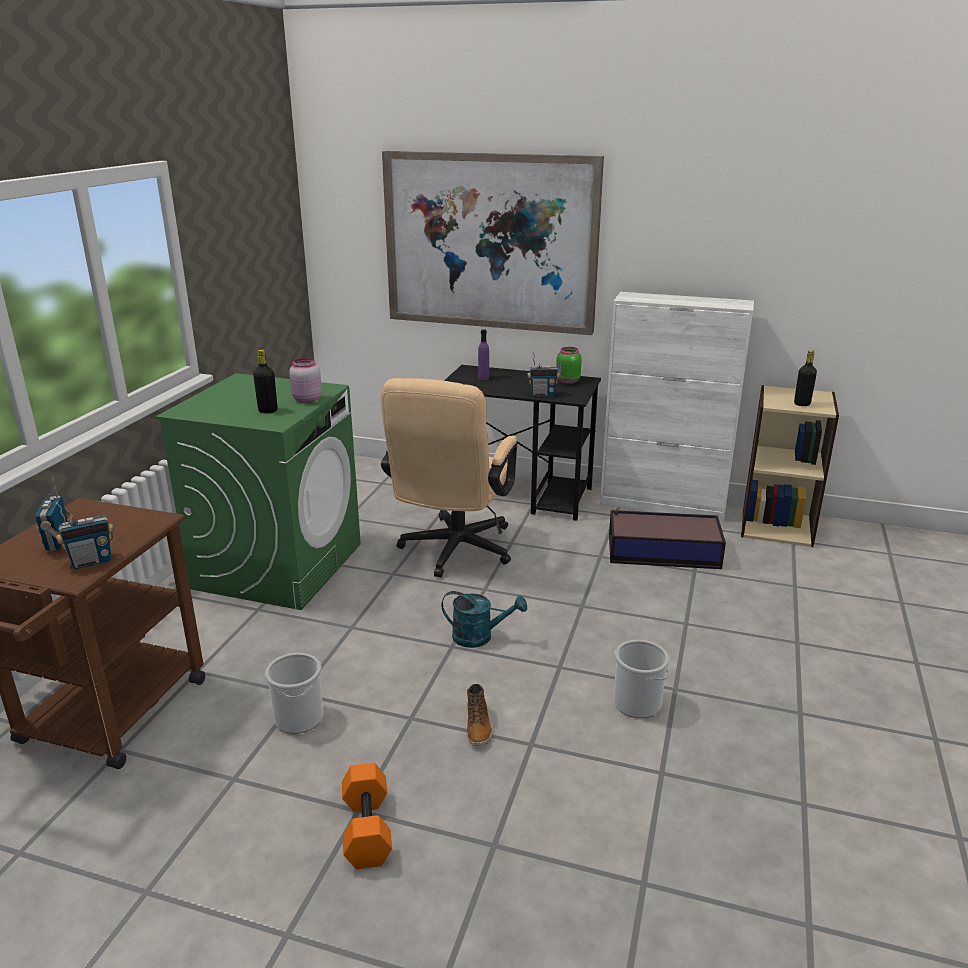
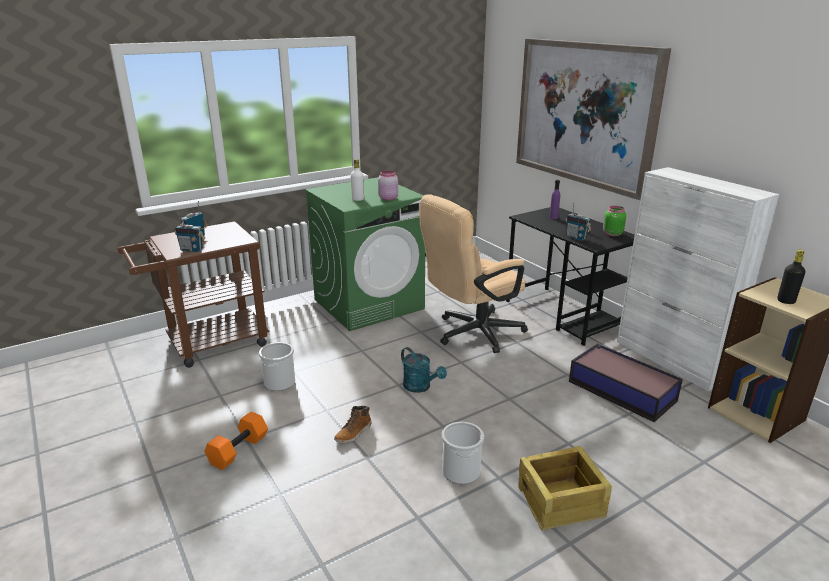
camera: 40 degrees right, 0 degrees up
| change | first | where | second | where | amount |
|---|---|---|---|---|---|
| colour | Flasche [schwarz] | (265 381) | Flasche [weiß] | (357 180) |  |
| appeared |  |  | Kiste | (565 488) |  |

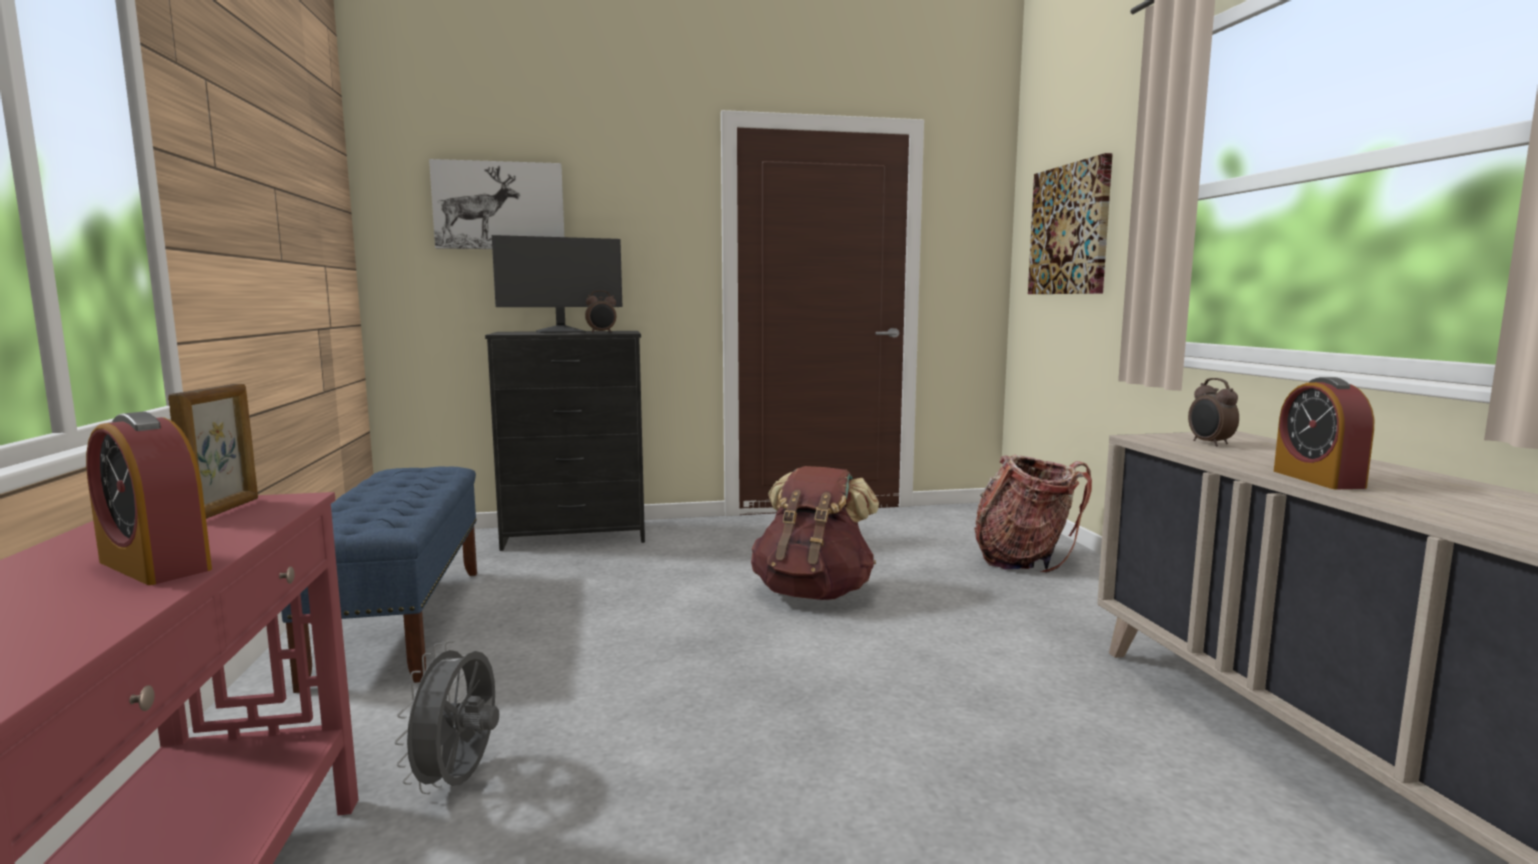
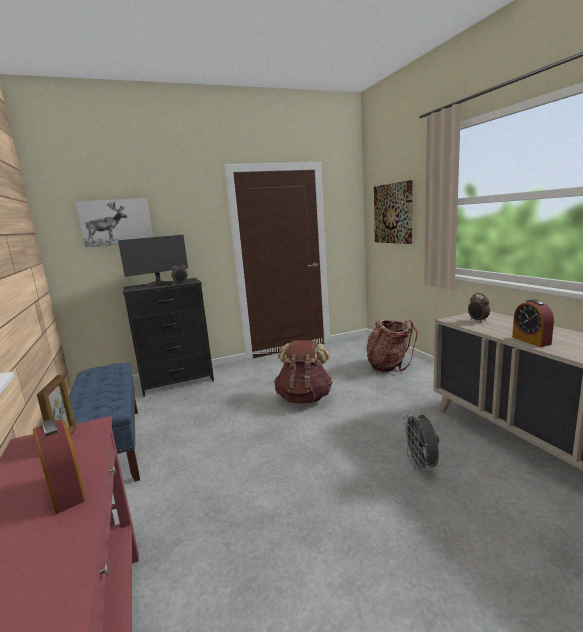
camera: 10 degrees left, 5 degrees up
| change | first | where | second | where | amount |
|---|---|---|---|---|---|
| spun | Wecker | (149 498) |  | (60 466) | 150 degrees counterclockwise |
| relocated | Ventilator [grau] | (446 717) |  | (420 442) |  |

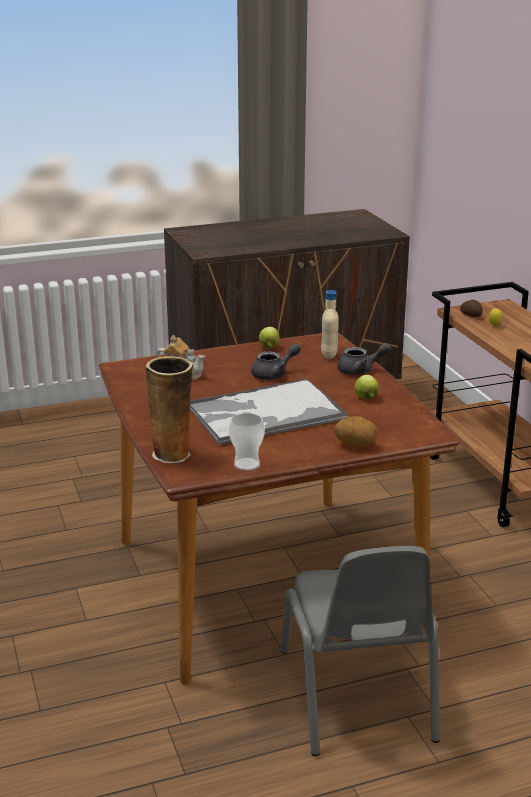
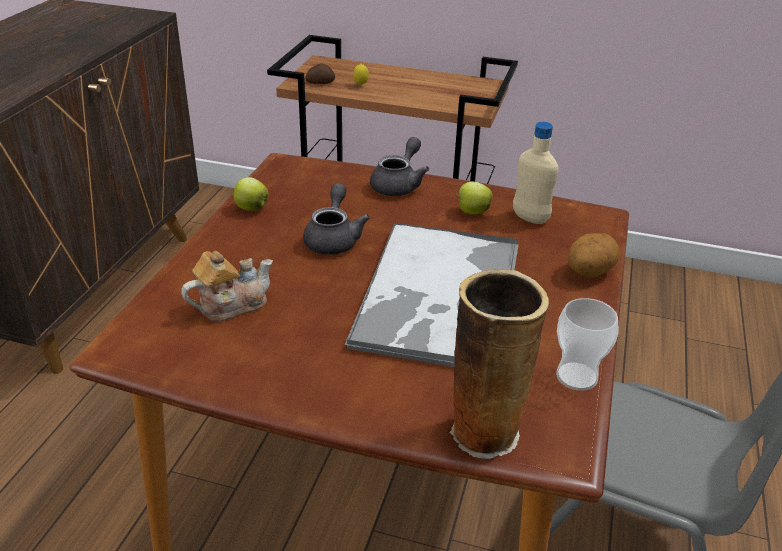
camera: 55 degrees left, 10 degrees up
| change | first | where | second | where | amount |
|---|---|---|---|---|---|
| relocated | Flasche [beige] | (330 324) |  | (536 173) |  |

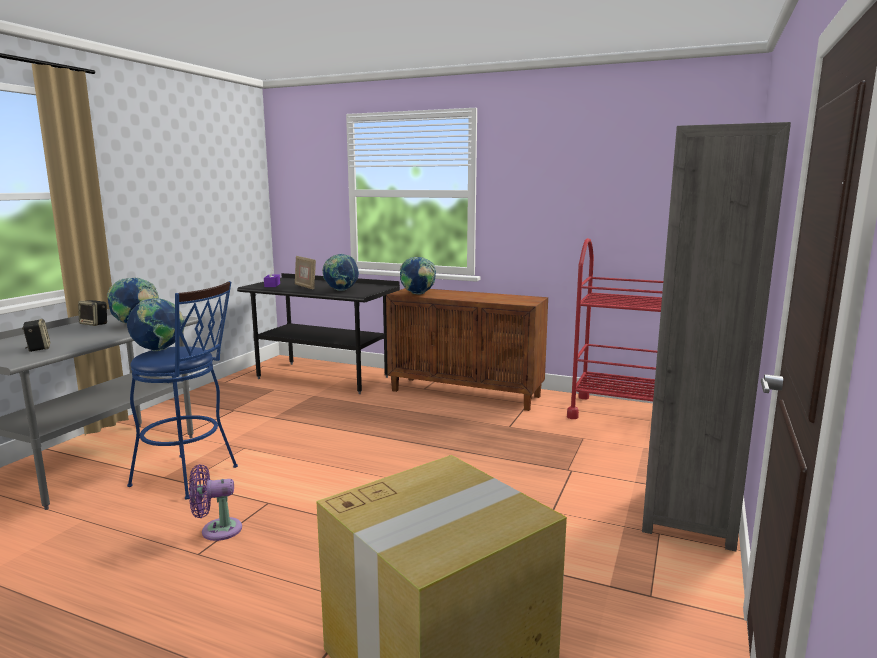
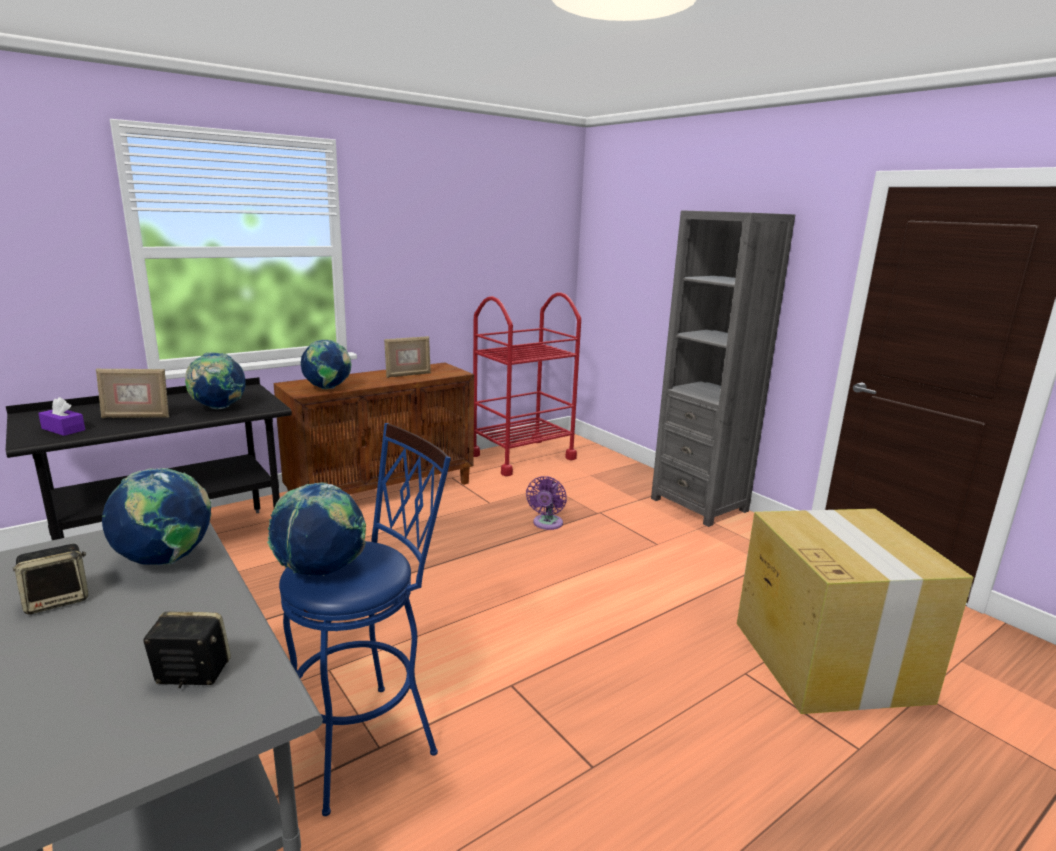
camera: 60 degrees left, 5 degrees up
| change | first | where | second | where | amount |
|---|---|---|---|---|---|
| appeared |  |  | Bilderrahmen | (407 357) |  |
| relocated | Ventilator [lila] | (215 502) |  | (546 503) |  |

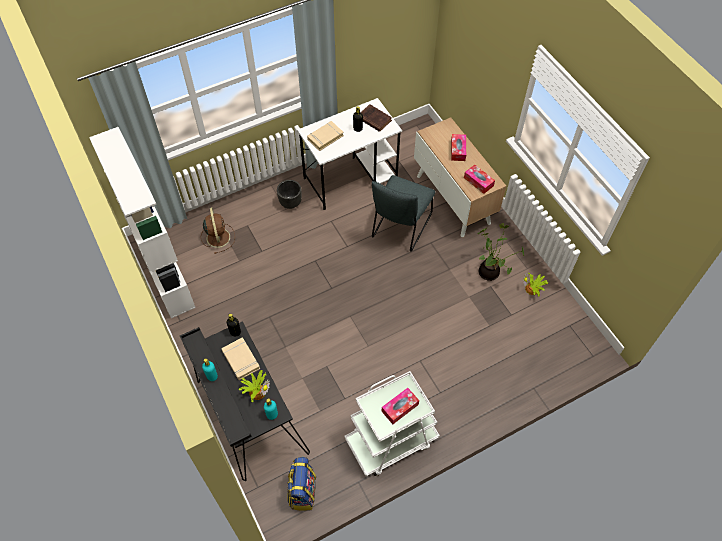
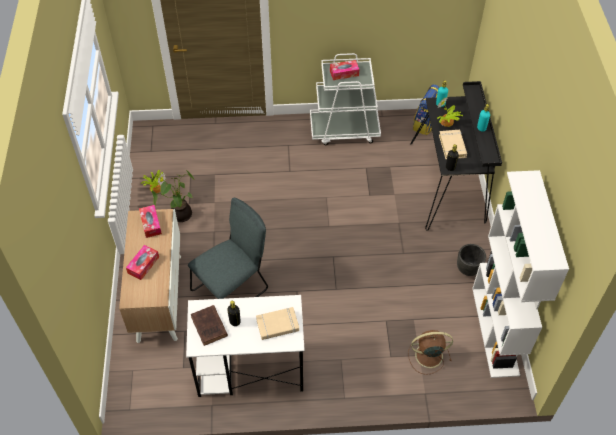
camera: 155 degrees left, 5 degrees down
| change | first | where | second | where | amount |
|---|---|---|---|---|---|
| spun | Ventilator [braun] | (217 230) |  | (430 352) | 75 degrees clockwise |
| relocated | Pflanzkübel [schwarz] | (289 194) |  | (471 260) |  |

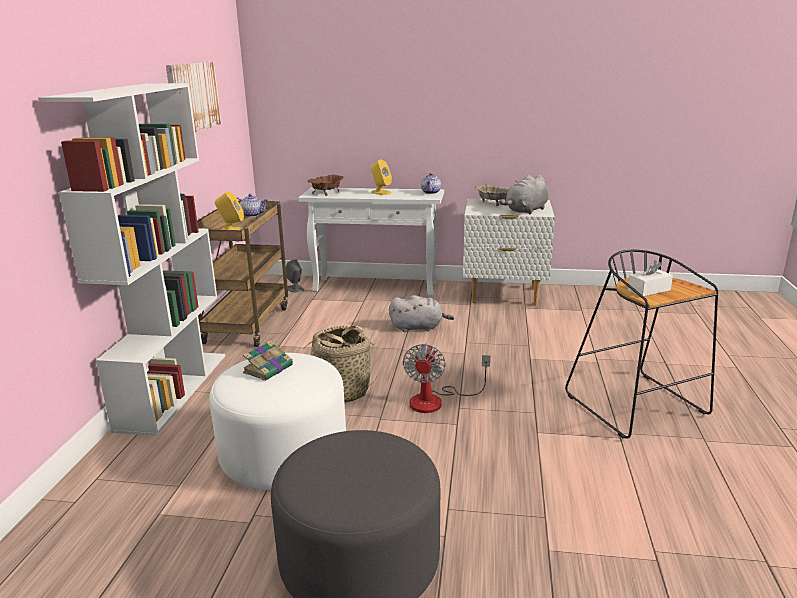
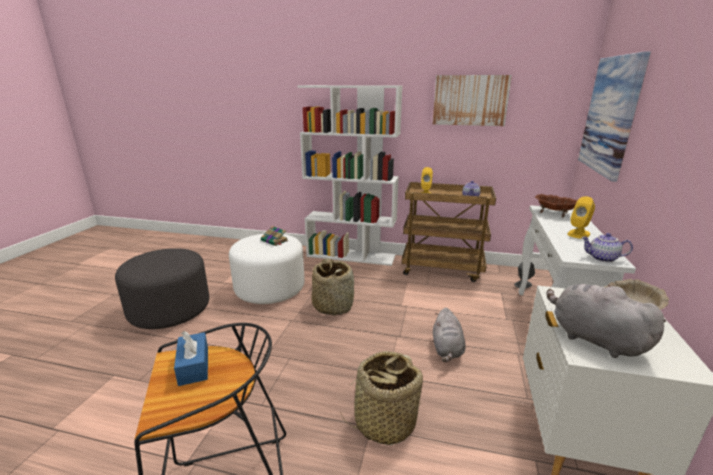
camera: 95 degrees right, 0 degrees up
| change | first | where | second | where | amount |
|---|---|---|---|---|---|
| colour | Taschentuchbox [weiß] | (650 278) | Taschentuchbox [blau] | (191 358) |  |
| appeared |  |  | Korb | (381 398) |  |
| appeared |  |  | Bild | (614 116) |  |
| missing | Ventilator | (446 378) |  |  |  |

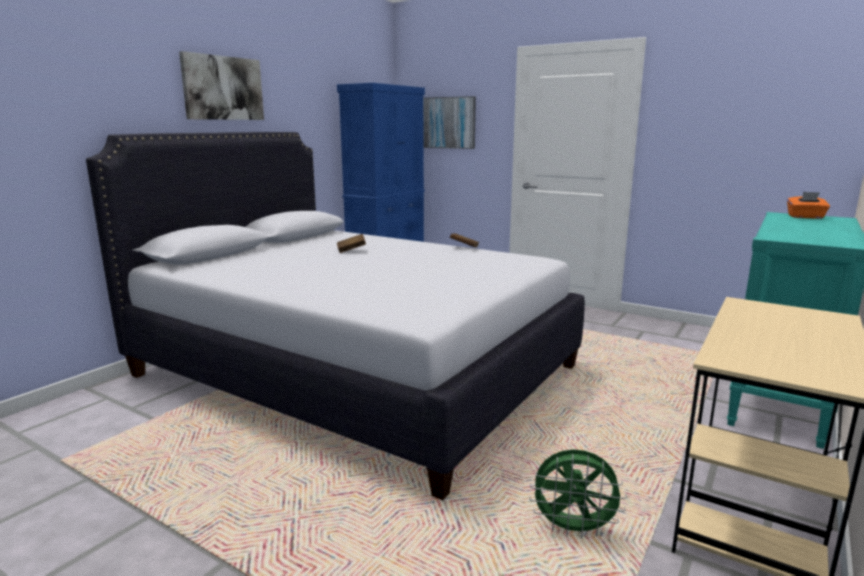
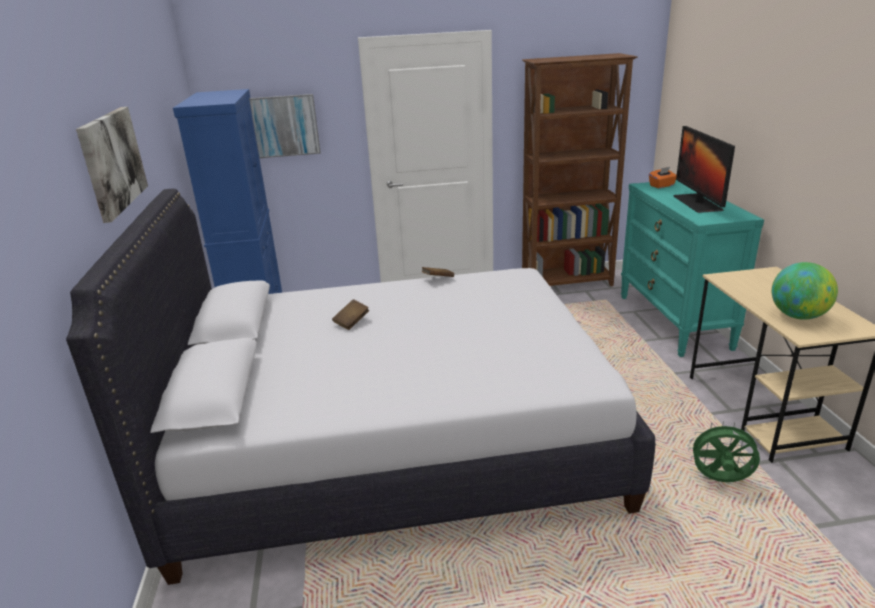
camera: 40 degrees left, 10 degrees up
| change | first | where | second | where | amount |
|---|---|---|---|---|---|
| appeared |  |  | Bücherregal [braun] | (580 169) |  |
| appeared |  |  | Monitor | (704 169) |  |
| spun | Ventilator [grün] | (578 493) |  | (725 451) | 135 degrees counterclockwise |
| appeared |  |  | Globus | (805 291) |  |

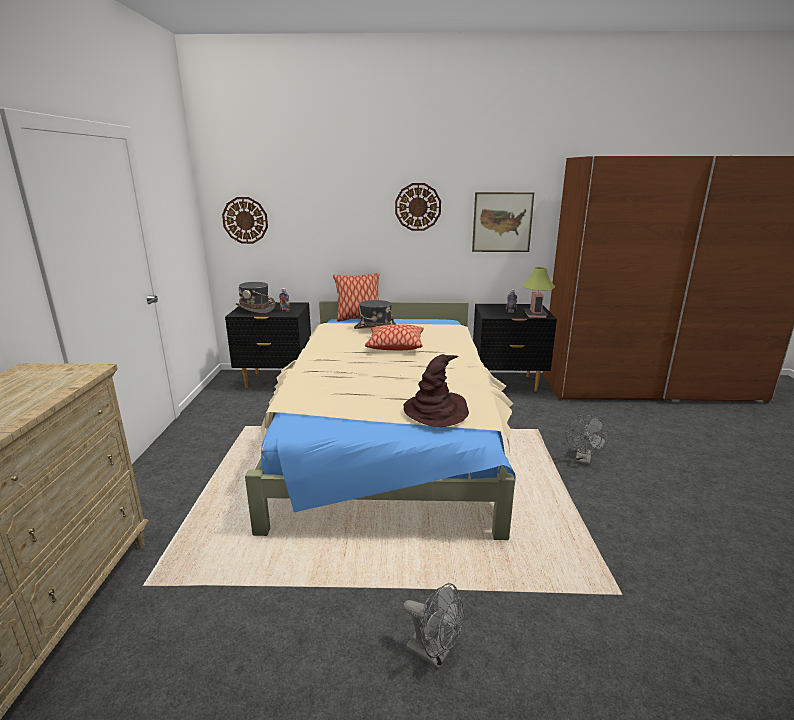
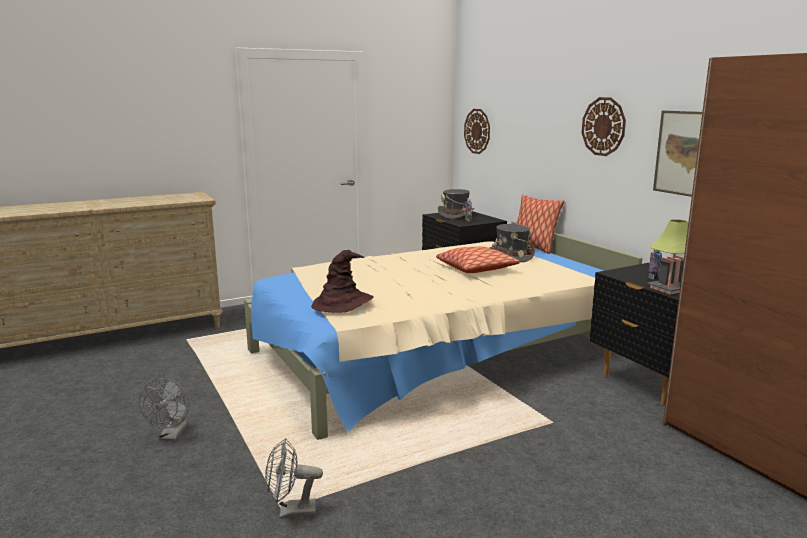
camera: 60 degrees right, 5 degrees down
| change | first | where | second | where | amount |
|---|---|---|---|---|---|
| relocated | Ventilator [grau] | (587 439) |  | (294 478) |  |

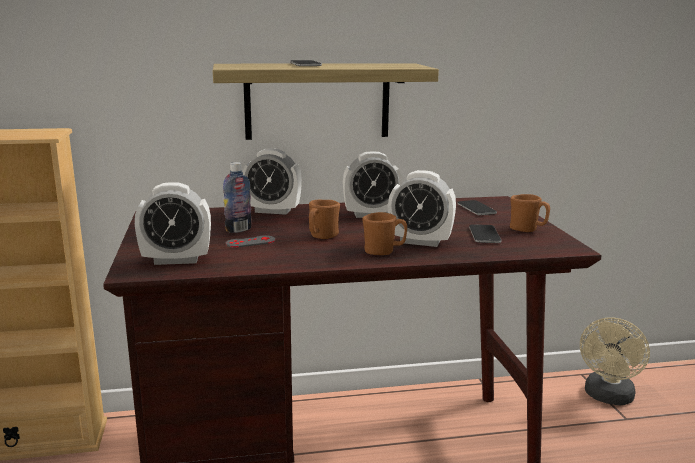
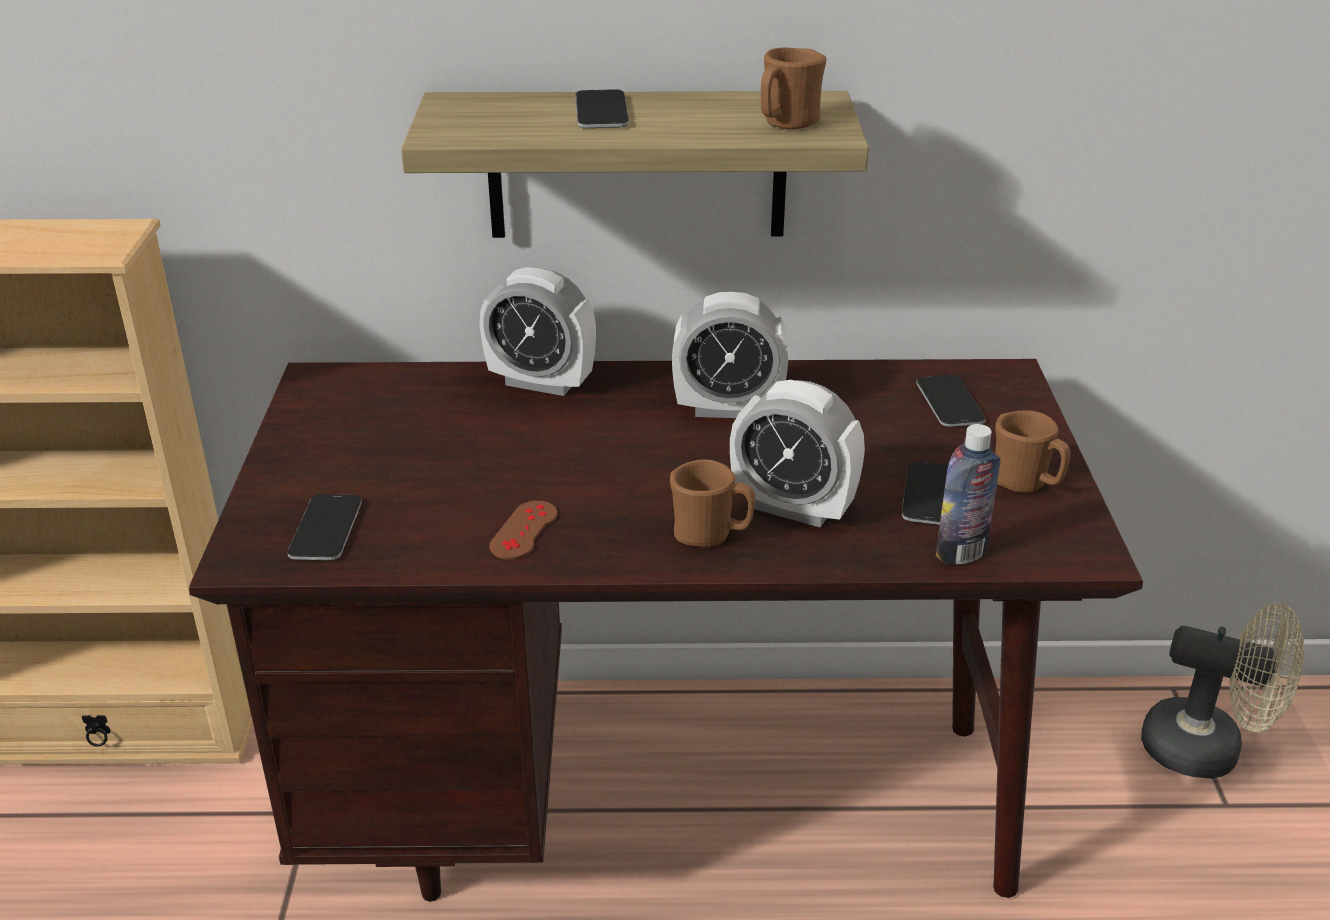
camera: 10 degrees right, 15 degrees up
| change | first | where | second | where | amount |
|---|---|---|---|---|---|
| exchanged | Wecker | (173 223) | Handy | (324 527) |  |
| appeared |  |  | Gamepad [braun] | (523 530) |  |
| relocated | Henkelbecher [braun] | (324 219) |  | (794 88) |  |
| relocated | Flasche | (237 197) |  | (968 494) |  |
| spun | Ventilator [beige] | (615 361) |  | (1222 691) | 105 degrees counterclockwise |
| missing | Gamepad [grau] | (250 241) |  |  |  |

